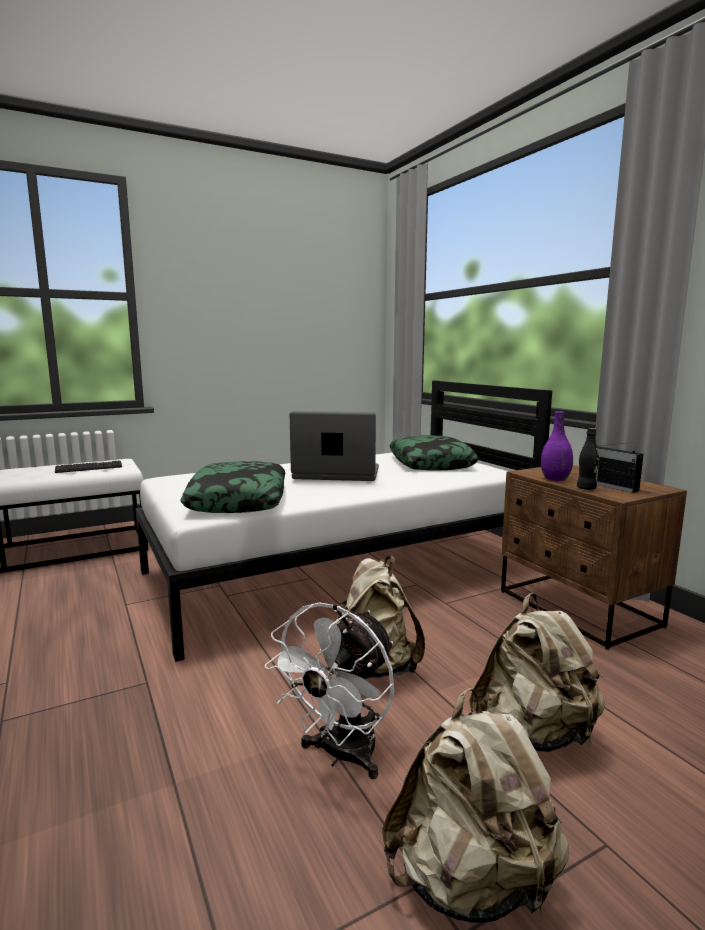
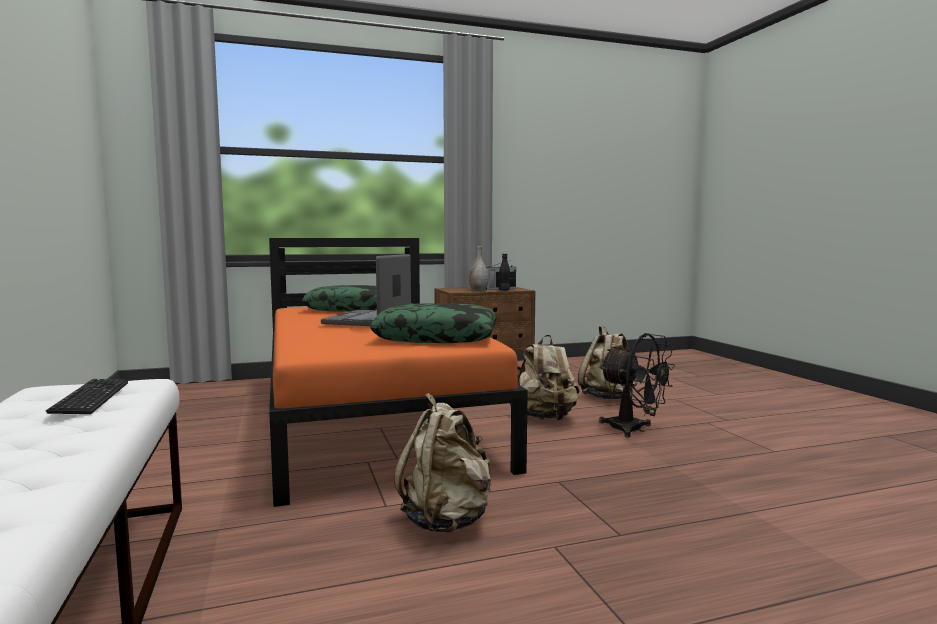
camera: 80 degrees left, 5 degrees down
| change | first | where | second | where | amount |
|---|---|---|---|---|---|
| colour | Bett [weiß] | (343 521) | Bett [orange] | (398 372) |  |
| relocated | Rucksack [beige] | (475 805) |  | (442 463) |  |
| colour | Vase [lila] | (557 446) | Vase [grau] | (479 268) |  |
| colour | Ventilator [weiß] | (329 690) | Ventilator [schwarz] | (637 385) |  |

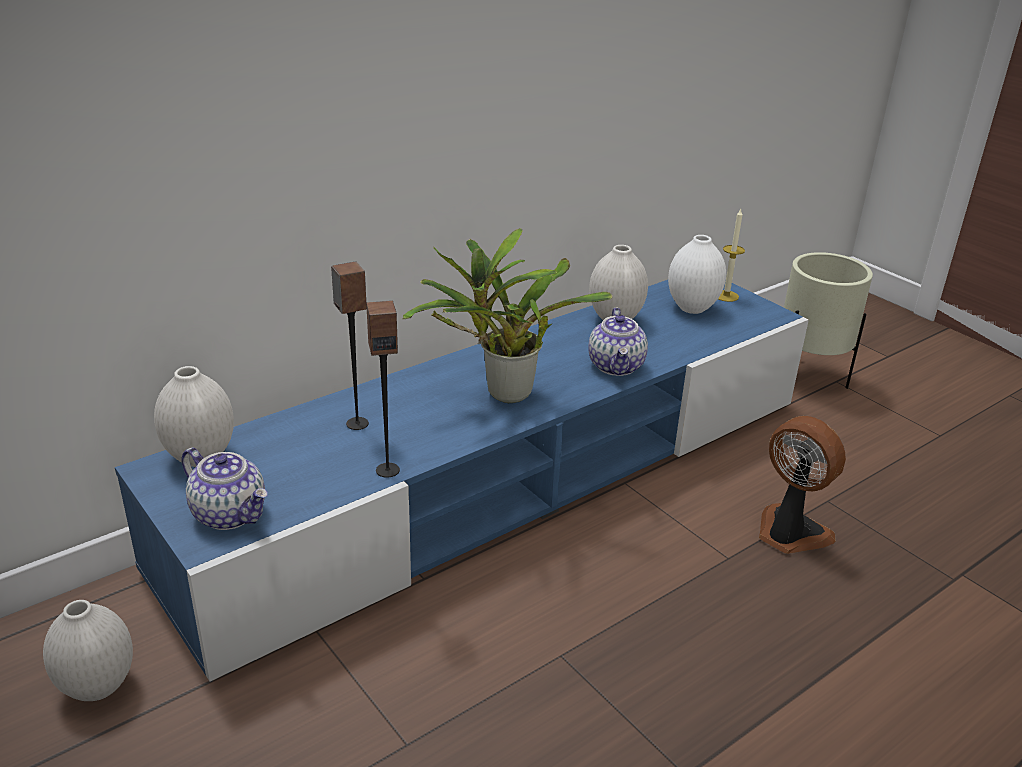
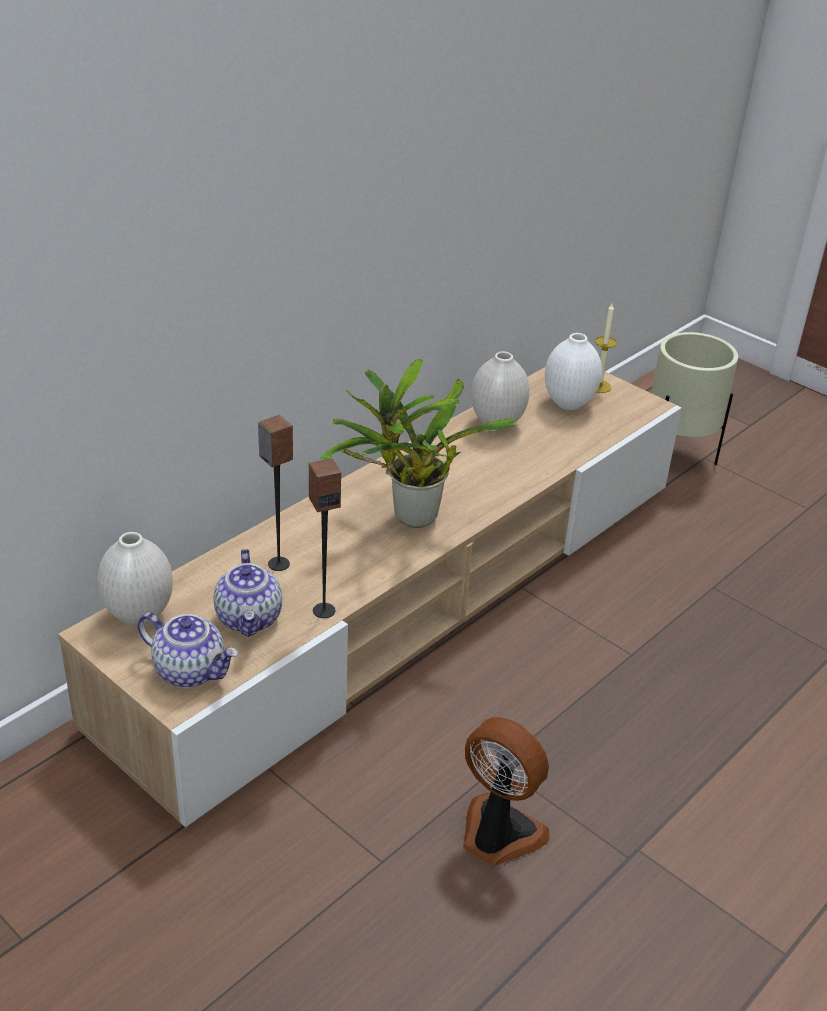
camera: 10 degrees left, 5 degrees up
| change | first | where | second | where | amount |
|---|---|---|---|---|---|
| colour | Fernsehschrank [blau] | (462 481) | Fernsehschrank [beige] | (370 597) |  |
| relocated | Teekanne | (618 342) |  | (248 593) |  |
| relocated | Ventilator | (802 485) |  | (506 791) |  |
| missing | Vase [weiß] | (88 650) |  |  |  |

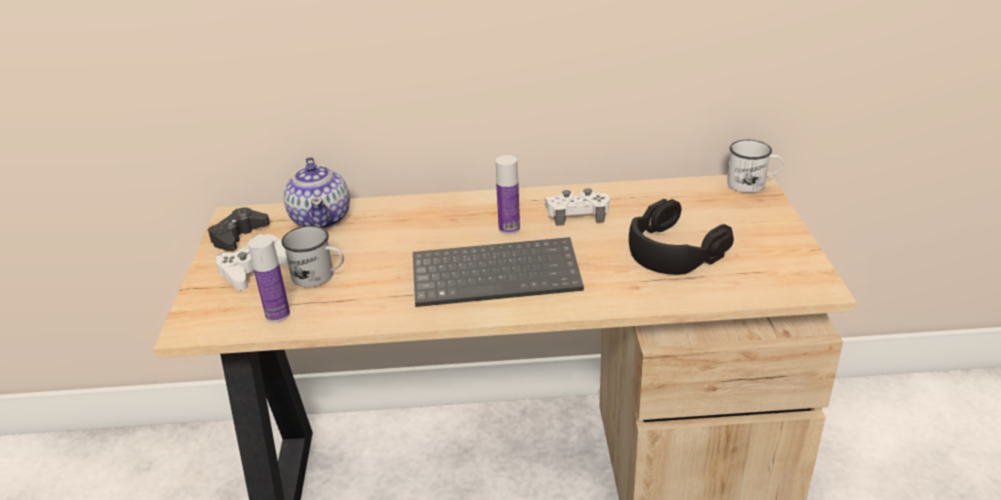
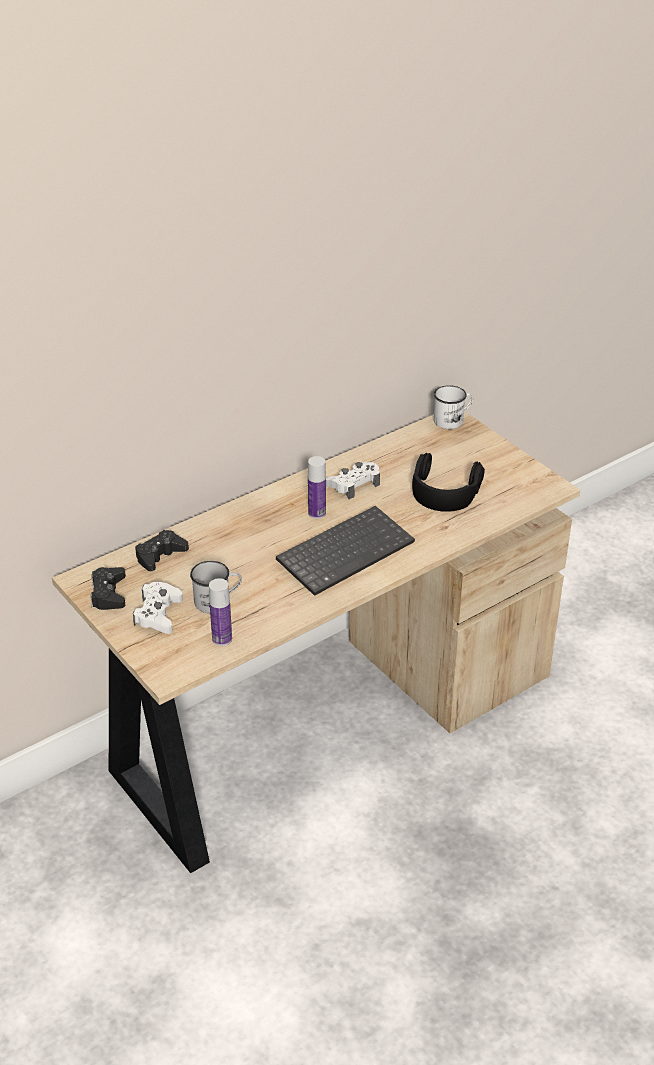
camera: 35 degrees left, 5 degrees up
| change | first | where | second | where | amount |
|---|---|---|---|---|---|
| exchanged | Teekanne | (316 193) | Gamepad [schwarz] | (162 550) |  |

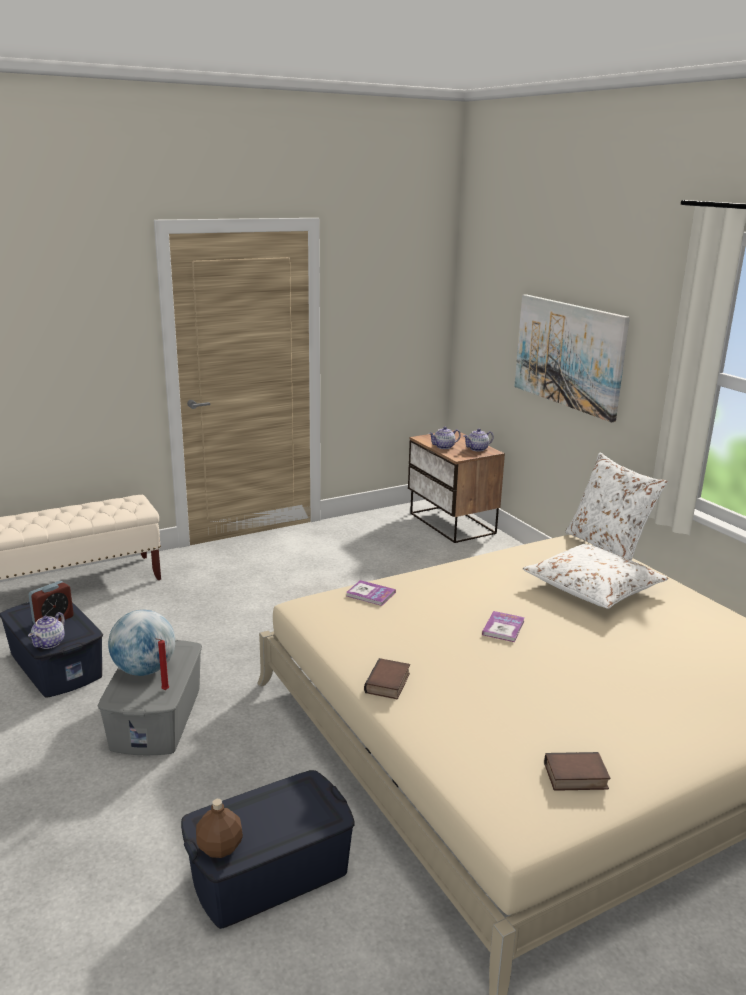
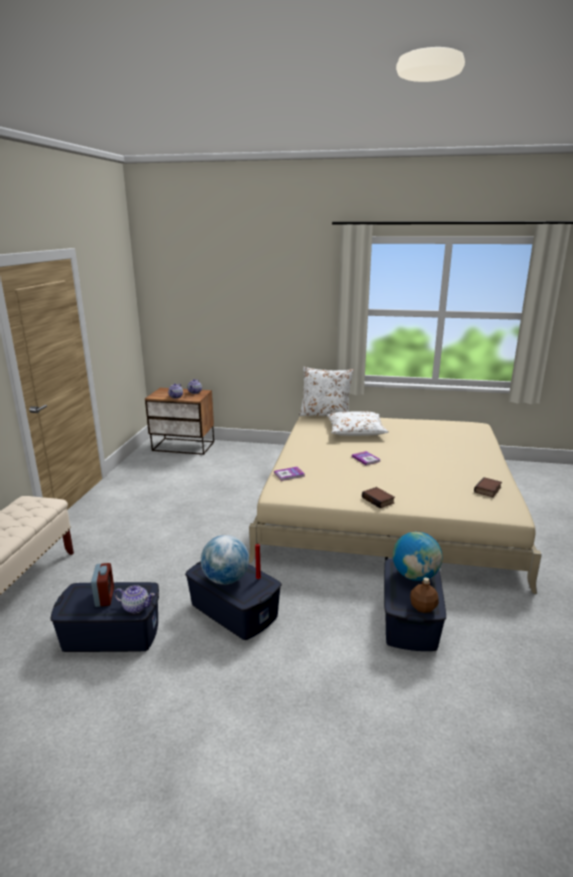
camera: 50 degrees left, 0 degrees up
| change | first | where | second | where | amount |
|---|---|---|---|---|---|
| spun | Teekanne | (46 630) |  | (134 599) | 45 degrees counterclockwise |
| colour | Aufbewahrungsbox [grau] | (150 697) | Aufbewahrungsbox [blau] | (233 600) |  |
| appeared |  |  | Globus | (418 556) |  |
| missing | Bild | (572 358) |  |  |  |

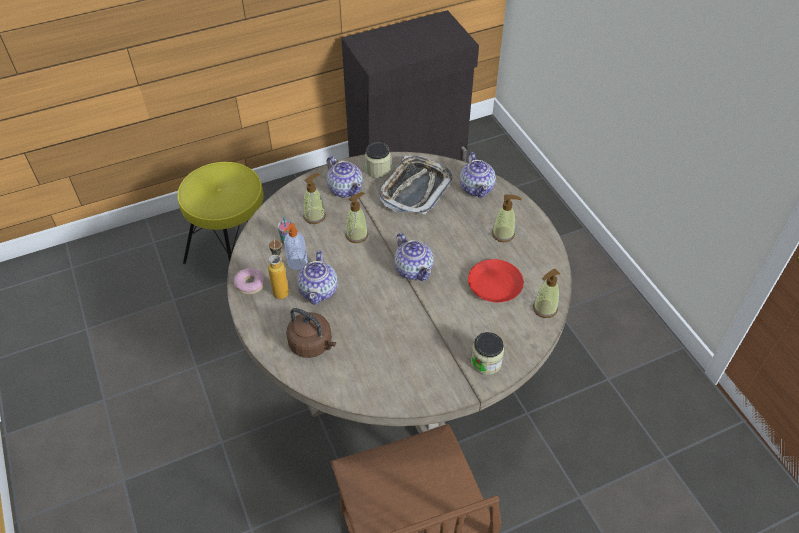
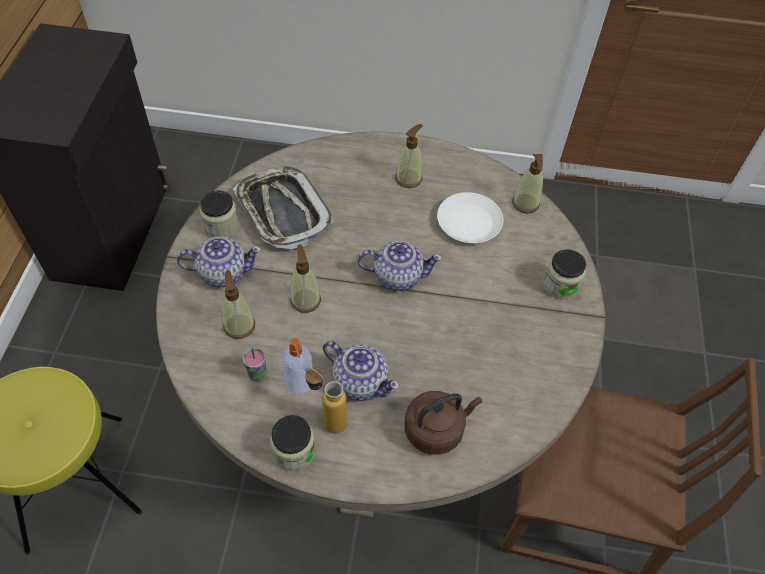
camera: 60 degrees left, 5 degrees up
| change | first | where | second | where | amount |
|---|---|---|---|---|---|
| exchanged | Donut | (249 281) | Vorratsglas | (292 443) |  |
| colour | Teller [rot] | (496 280) | Teller [weiß] | (470 217) |  |
| missing | Teekanne | (478 175) |  |  |  |

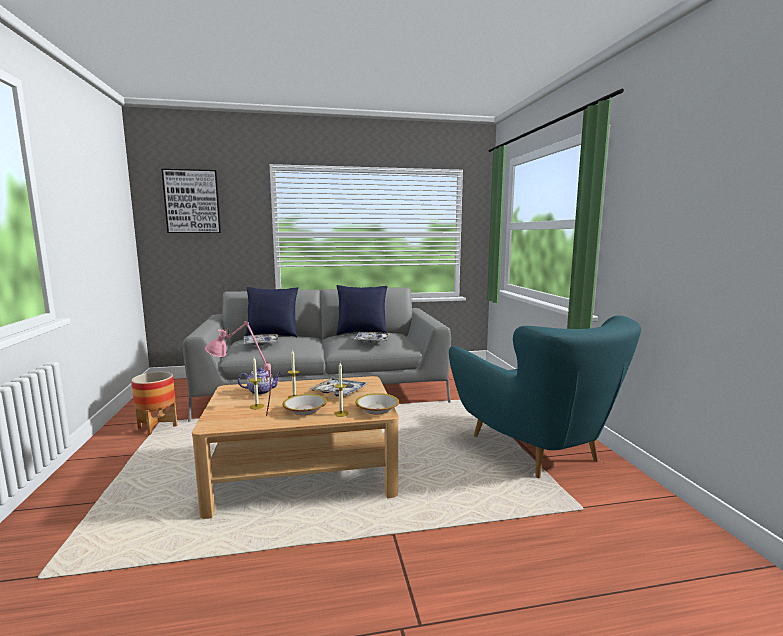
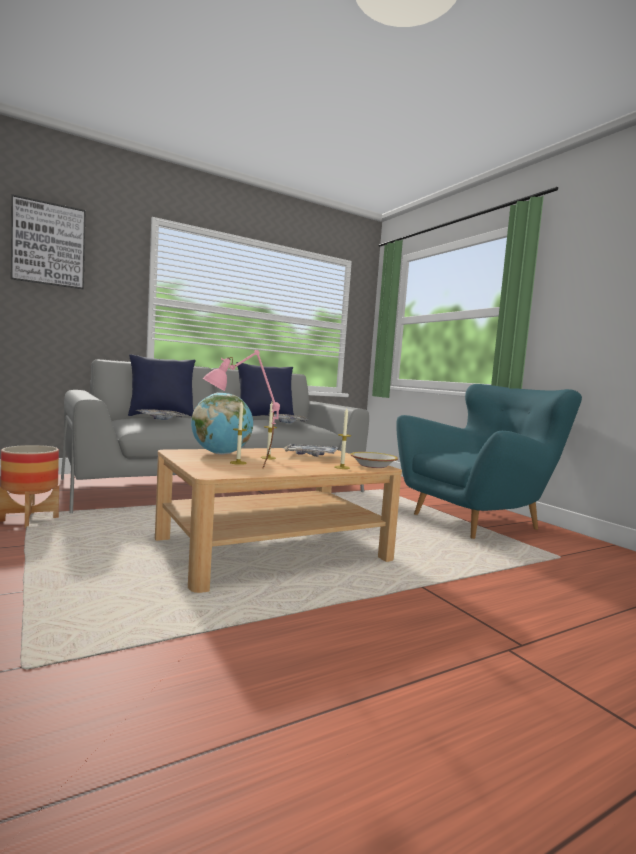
camera: 20 degrees left, 5 degrees down
| change | first | where | second | where | amount |
|---|---|---|---|---|---|
| exchanged | Teekanne | (260 381) | Globus | (222 423) |  |
| spun | Sessel [türkis] | (545 397) |  | (489 461) | 75 degrees counterclockwise |
| missing | Schüssel | (305 404) |  |  |  |

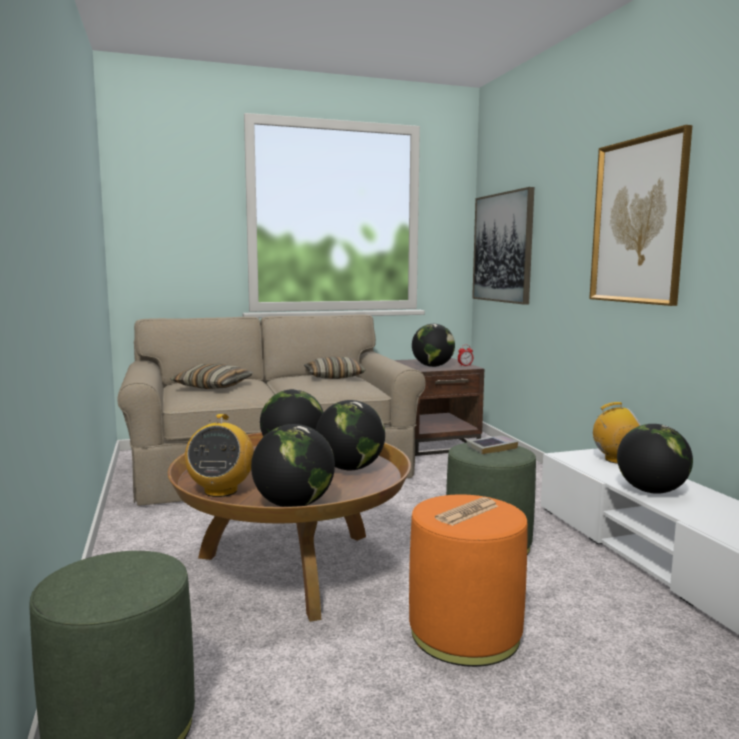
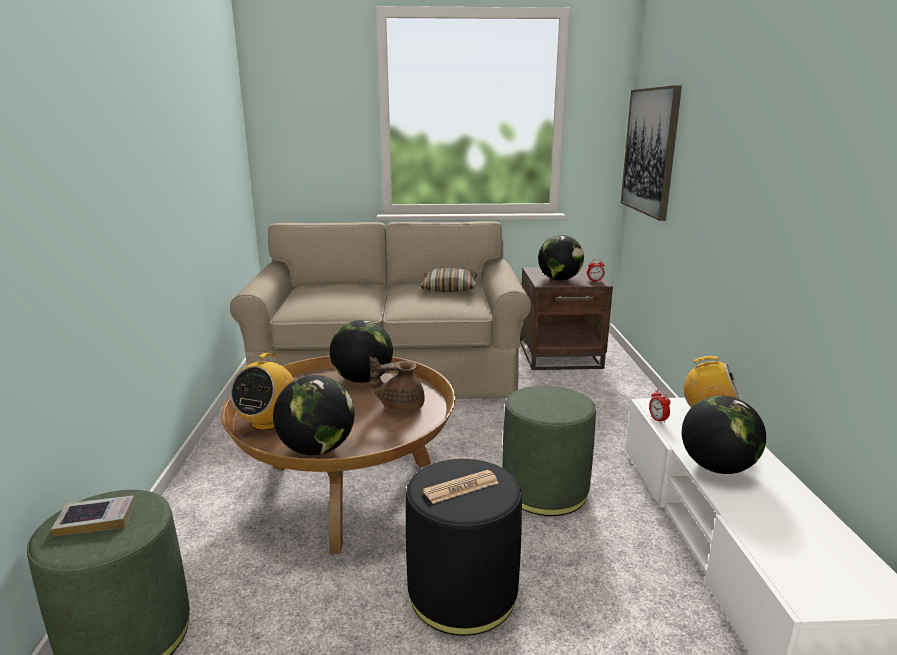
camera: 15 degrees right, 10 degrees up
| change | first | where | second | where | amount |
|---|---|---|---|---|---|
| relocated | Buch | (492 445) |  | (93 516) |  |
| exchanged | Globus | (350 435) | Teekanne [braun] | (397 385) |  |
| colour | Polsterhocker [orange] | (468 580) | Polsterhocker [schwarz] | (464 547) |  |
| appeared |  |  | Wecker | (659 406) |  |
| missing | Kissen | (211 376) |  |  |  |
| missing | Bild | (640 215) |  |  |  |

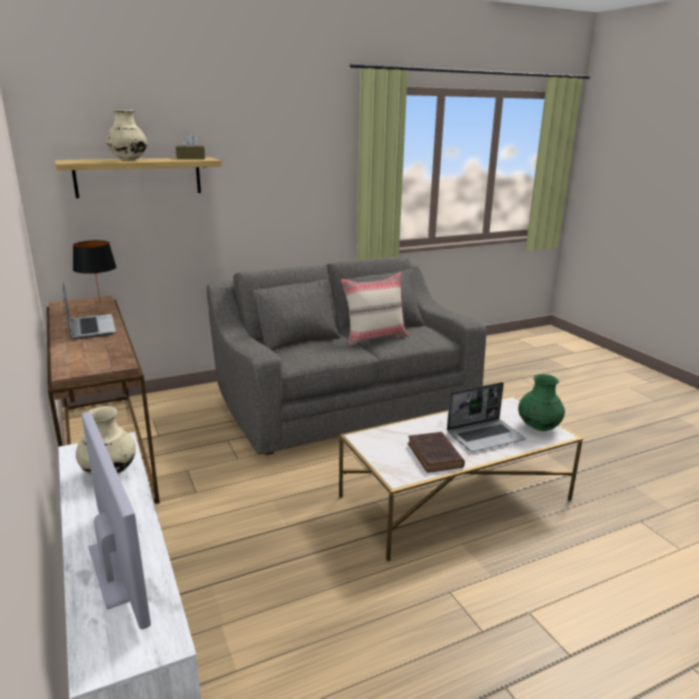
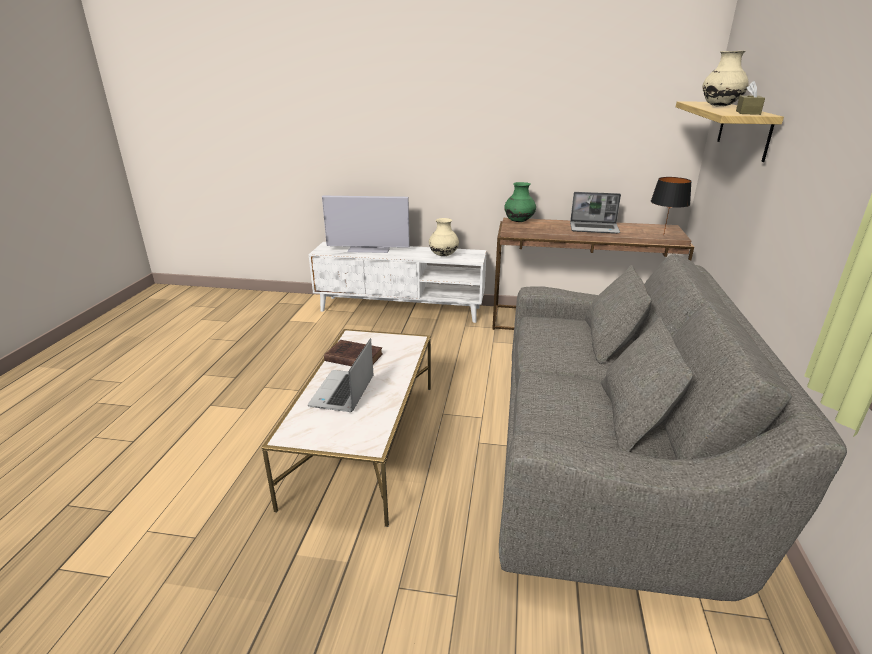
camera: 125 degrees right, 5 degrees up
| change | first | where | second | where | amount |
|---|---|---|---|---|---|
| relocated | Vase [grün] | (541 402) |  | (520 202) |  |
| missing | Kissen [beige] | (375 309) |  |  |  |

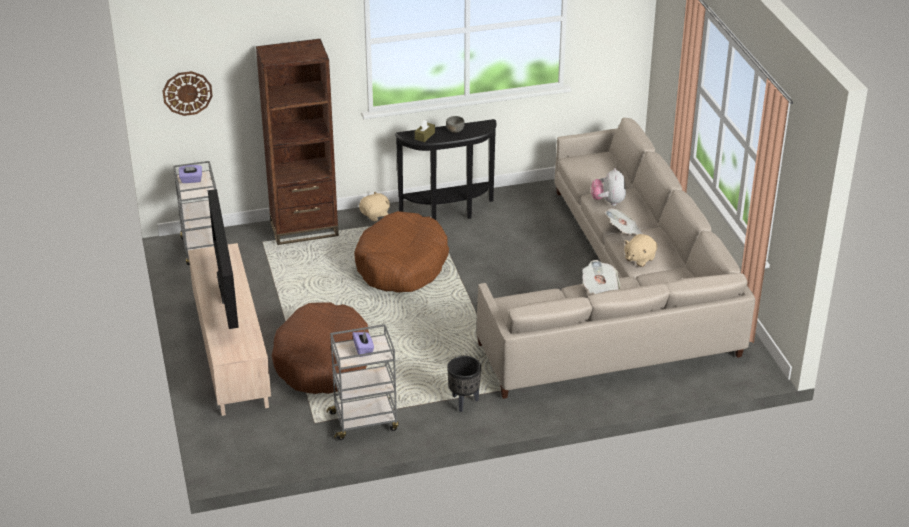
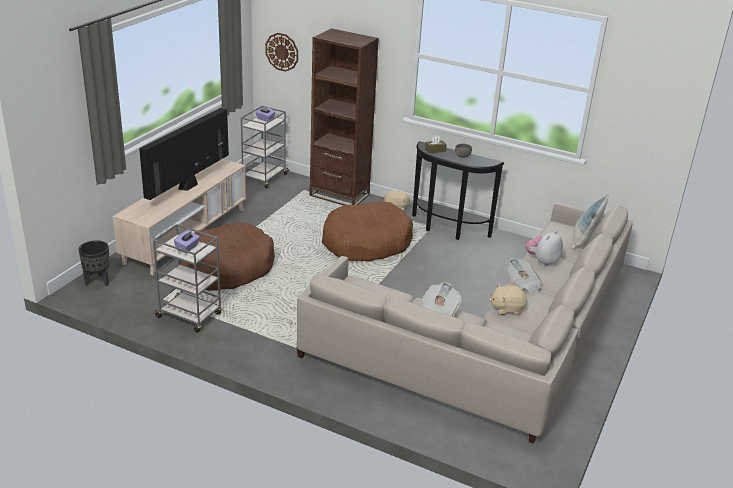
camera: 40 degrees right, 5 degrees down
| change | first | where | second | where | amount |
|---|---|---|---|---|---|
| relocated | Pflanzkübel [schwarz] | (464 384) |  | (94 263) |  |
| appeared |  |  | Kissen | (590 222) |  |

